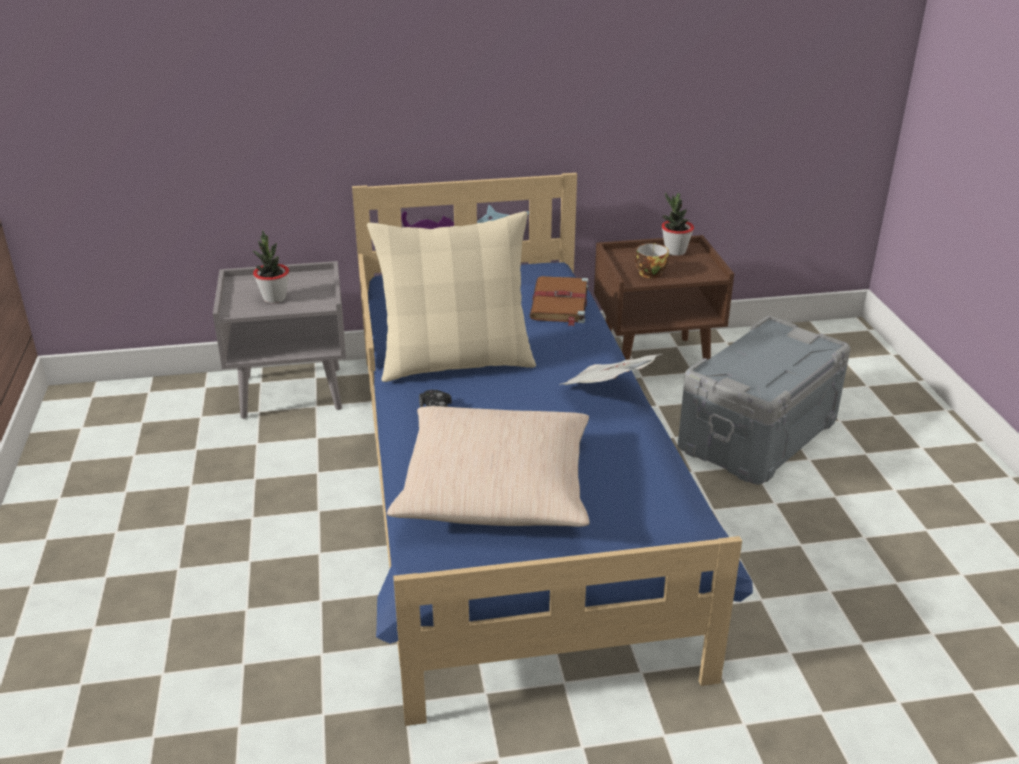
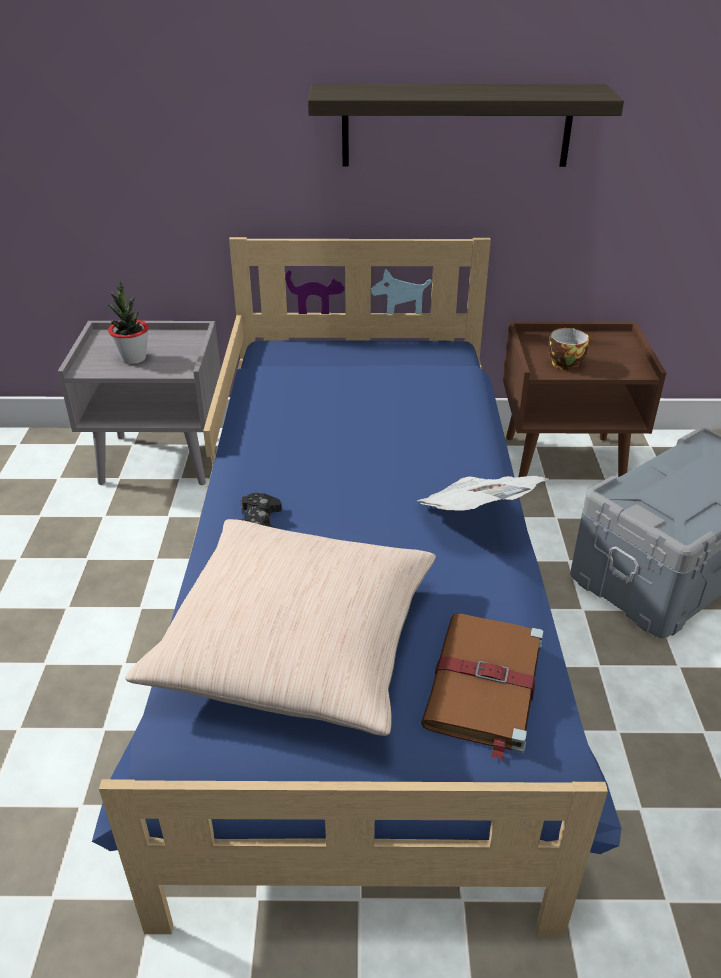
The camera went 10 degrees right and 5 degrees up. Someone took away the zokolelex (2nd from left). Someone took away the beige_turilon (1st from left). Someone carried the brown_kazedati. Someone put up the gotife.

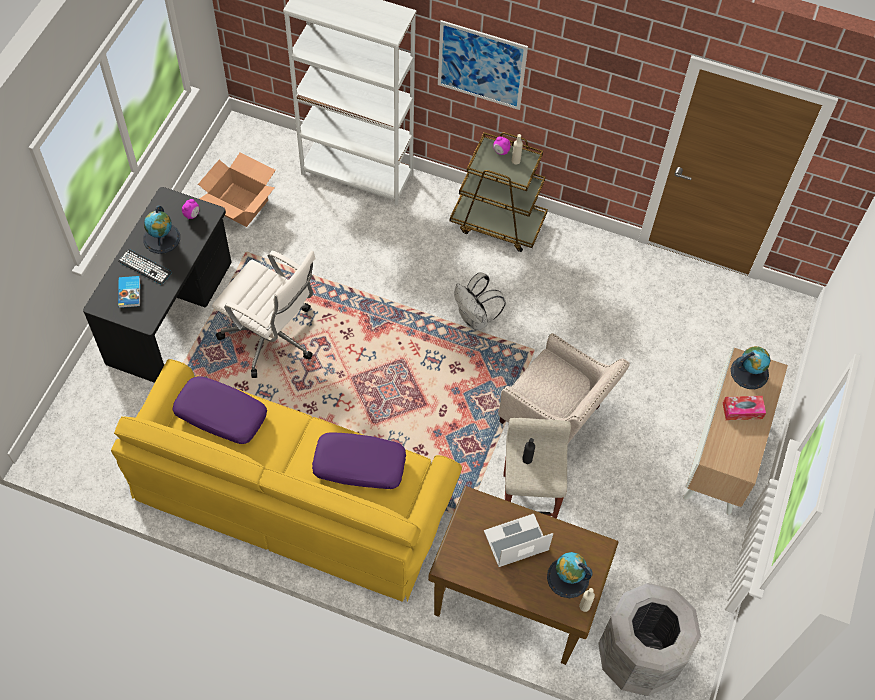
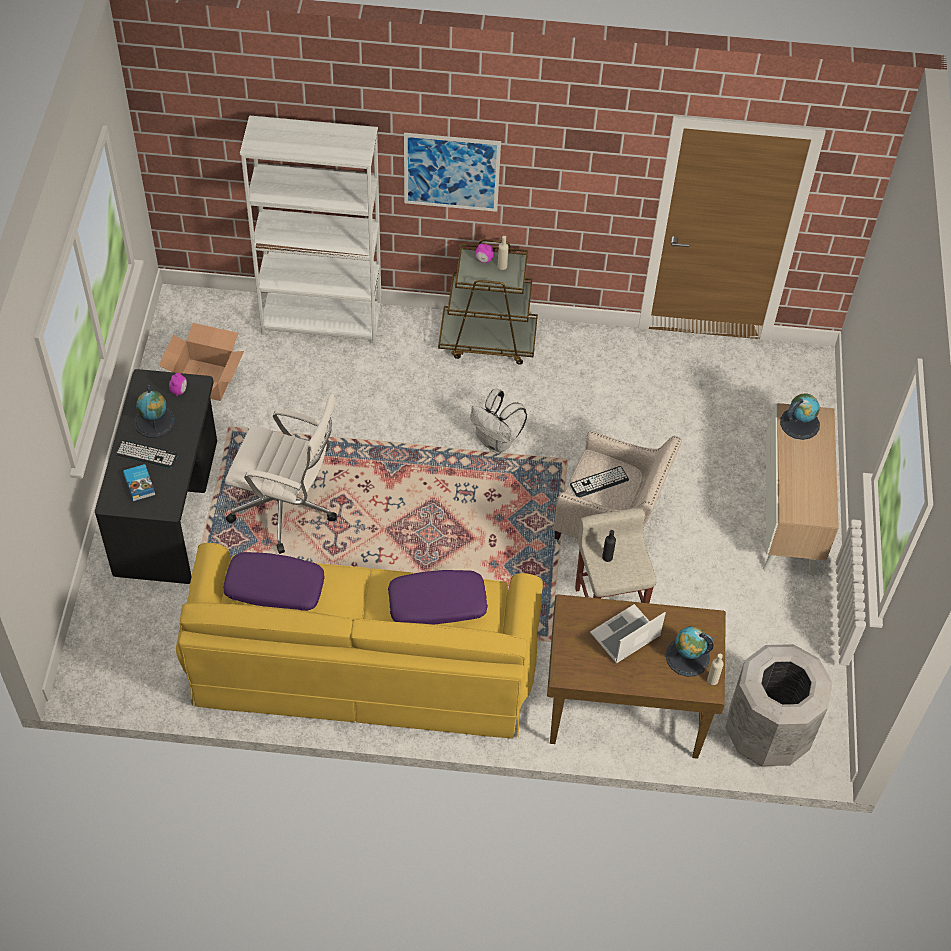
The camera went 15 degrees left and 5 degrees down. Someone took away the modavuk. Someone put down the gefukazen (2nd from left).

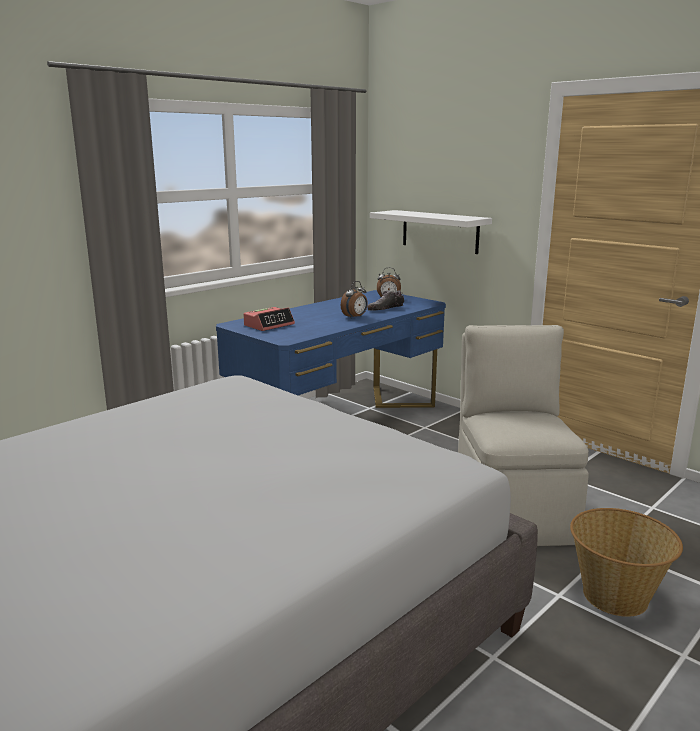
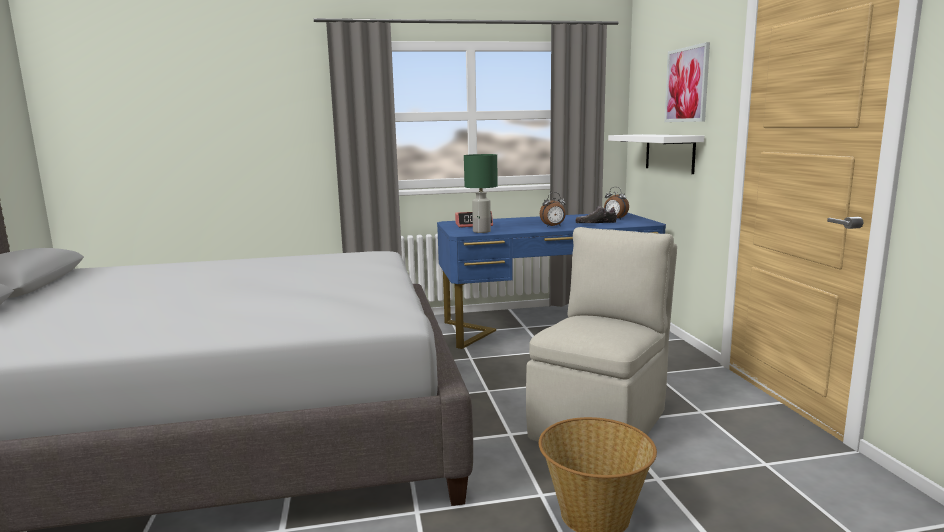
The camera went 35 degrees right and 5 degrees down. Someone put up the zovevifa. Someone put down the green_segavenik.

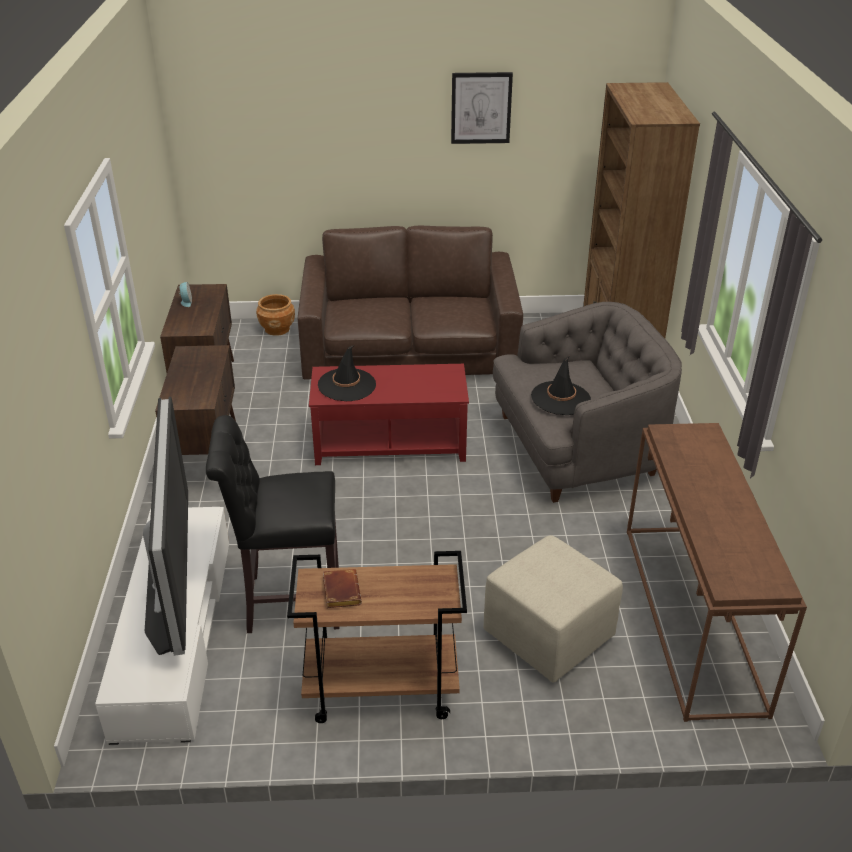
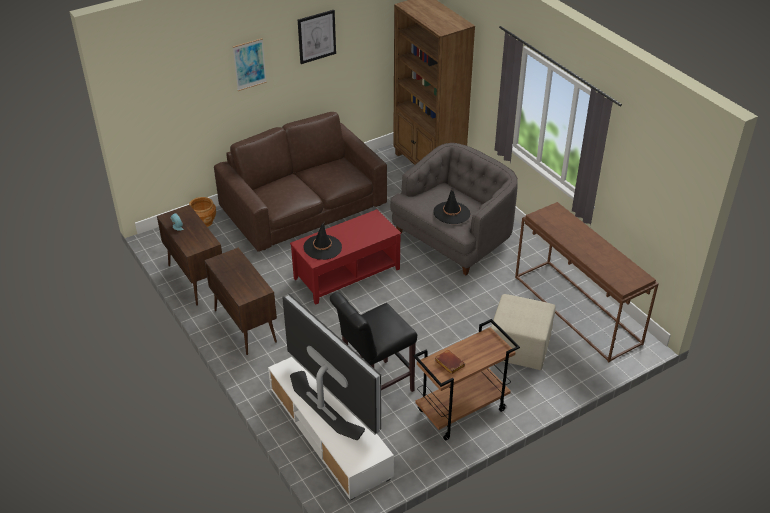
The camera went 30 degrees left and 5 degrees up. Someone put up the zovevifa (1st from left).

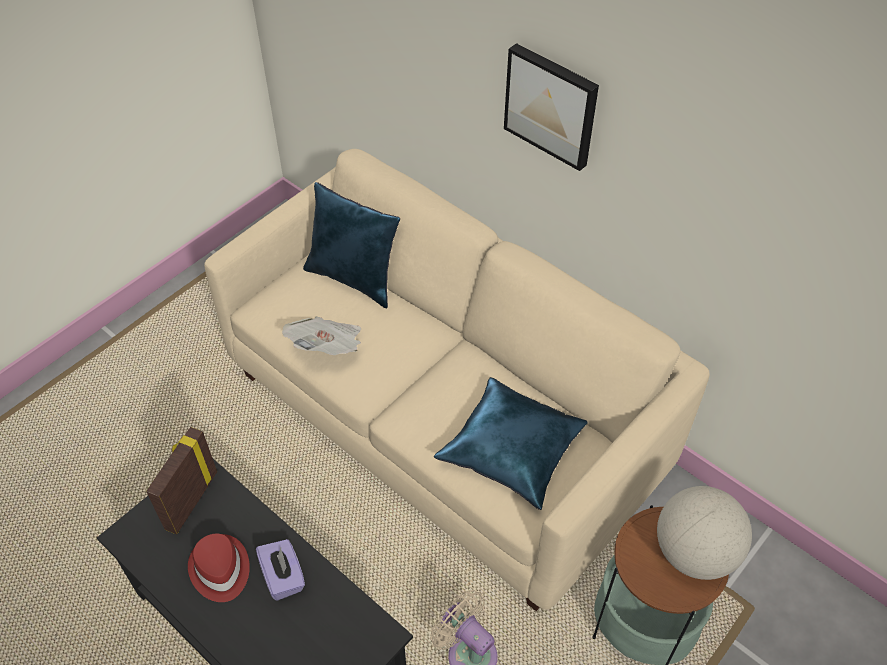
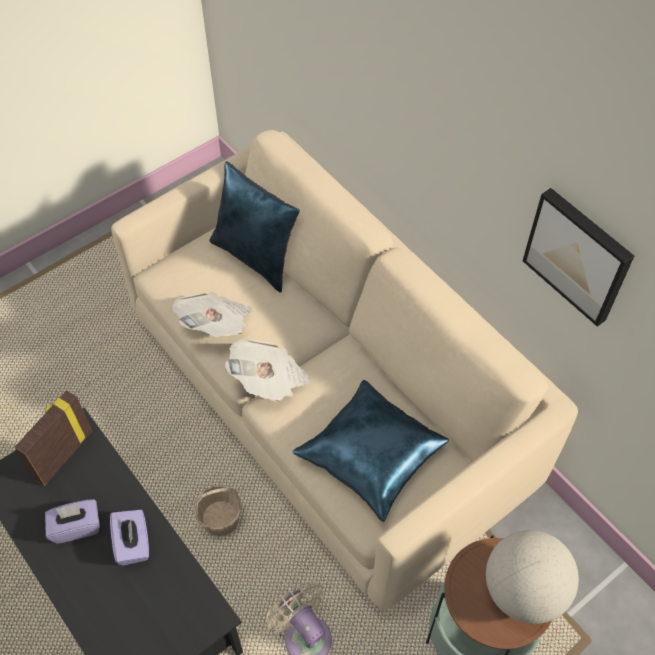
The camera went 10 degrees right and 5 degrees up. Someone carried the zovevifa. Someone swapped the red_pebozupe for the purple_modavuk (1st from left). Someone put down the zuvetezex (2nd from left). Someone put down the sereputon.

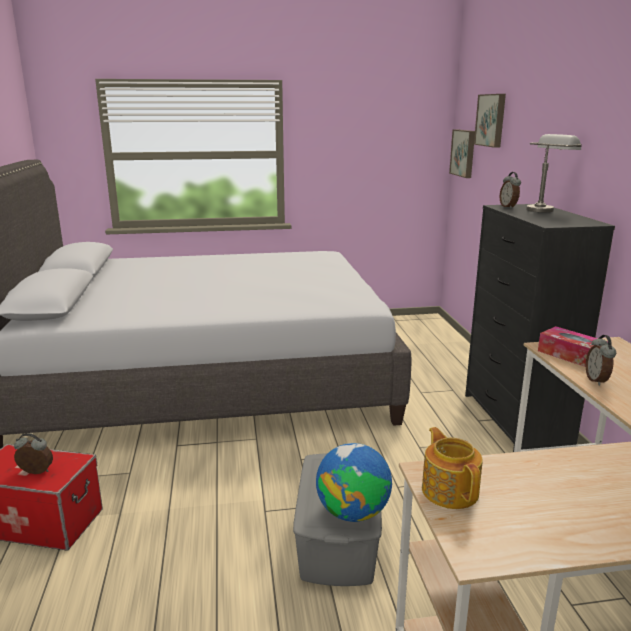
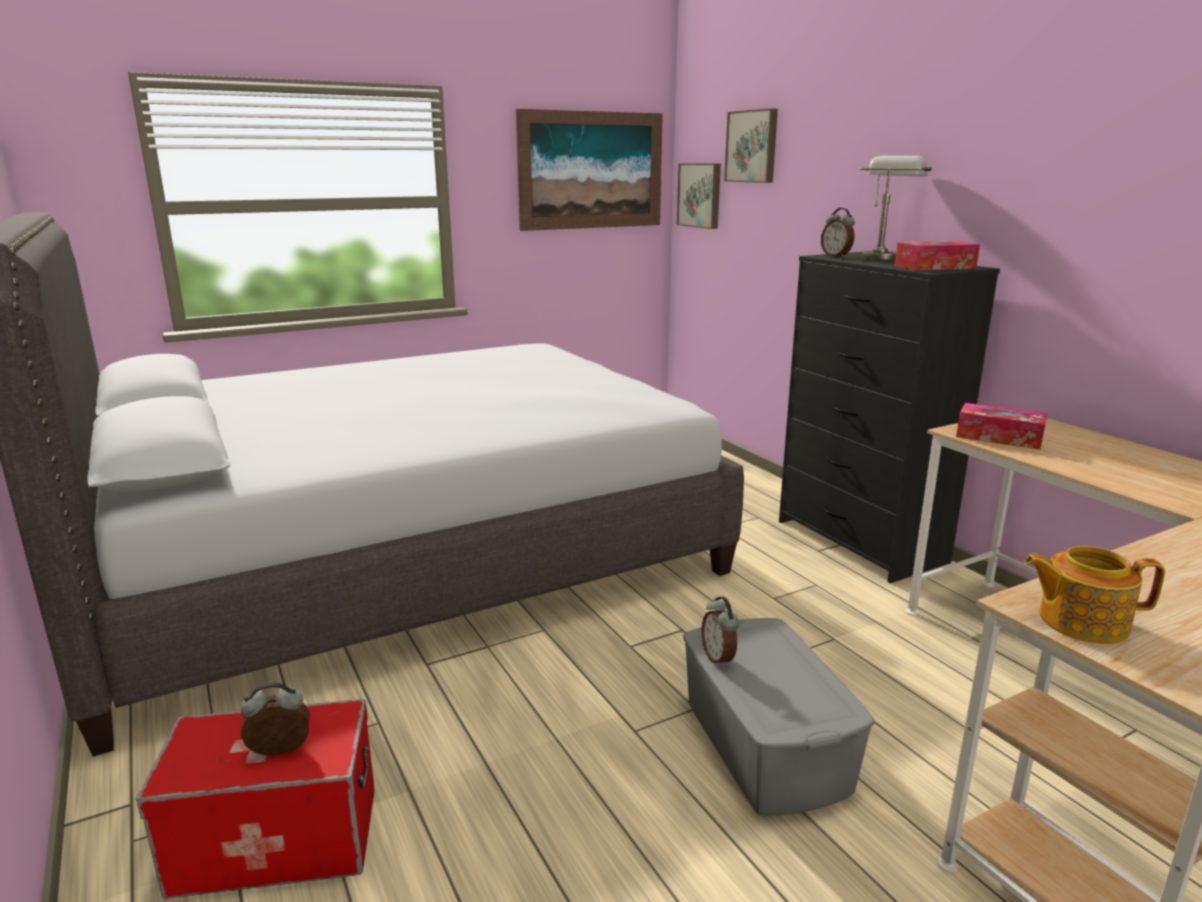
The camera went 20 degrees left and 0 degrees up. Someone carried the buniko (3rd from left in the first image). Someone rotated the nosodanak by 45 degrees counterclockwise. Someone took away the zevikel. Someone put up the zovevifa (1st from left). Someone put down the modavuk (1st from left).

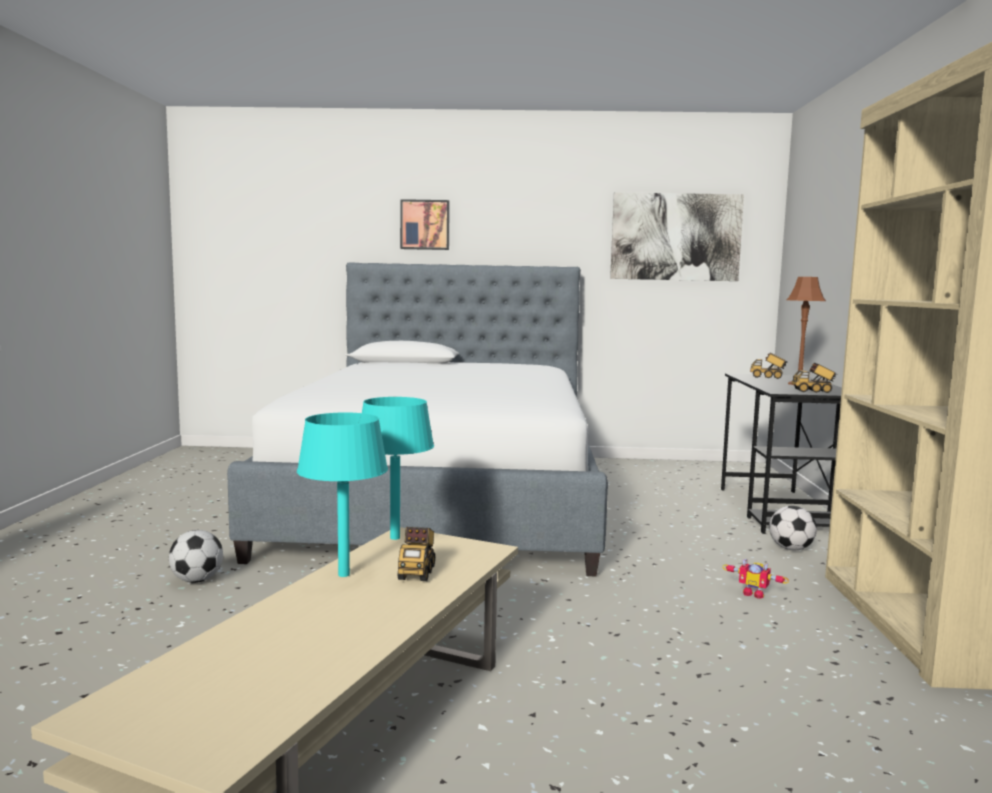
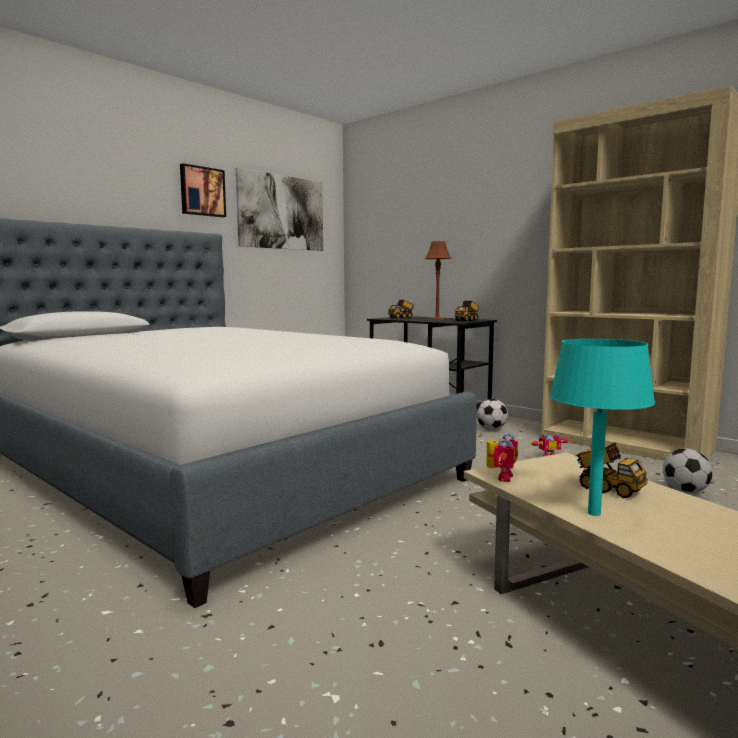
The camera went 50 degrees left and 0 degrees up. Someone carried the zovevifa (1st from left). Someone swapped the turquoise_segavenik (2nd from left) for the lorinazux (1st from left). Someone carried the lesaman (1st from left in the first image).

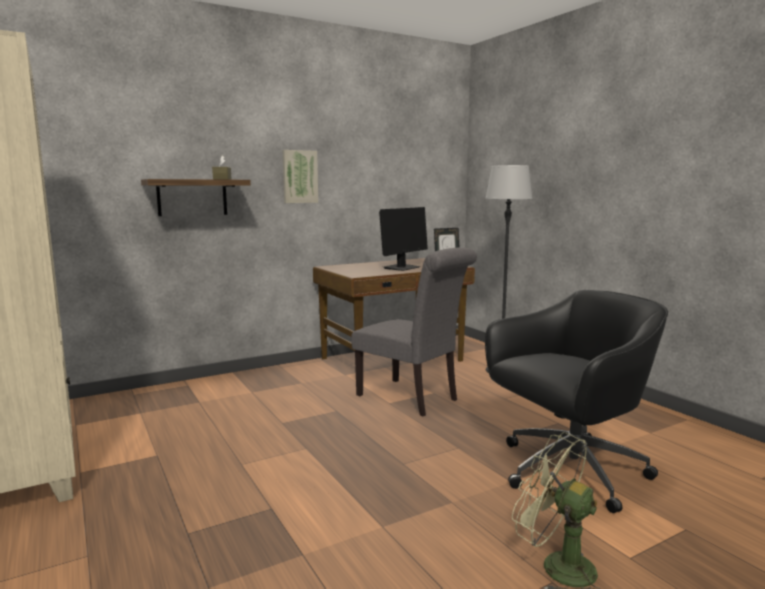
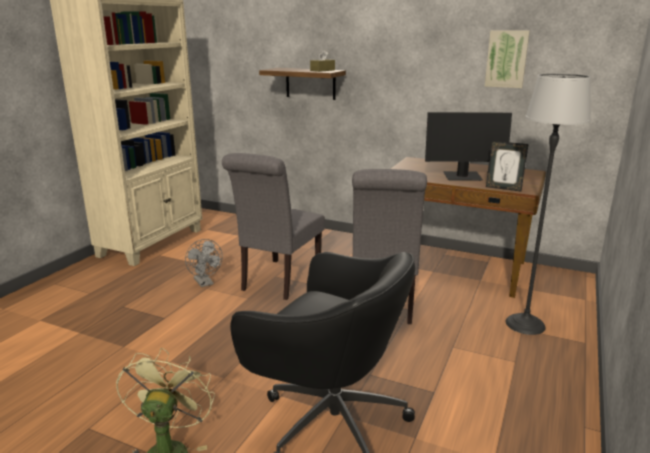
The camera went 55 degrees right and 10 degrees up. Someone carried the zovevifa. Someone put down the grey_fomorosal (1st from left). Someone put down the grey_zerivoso.

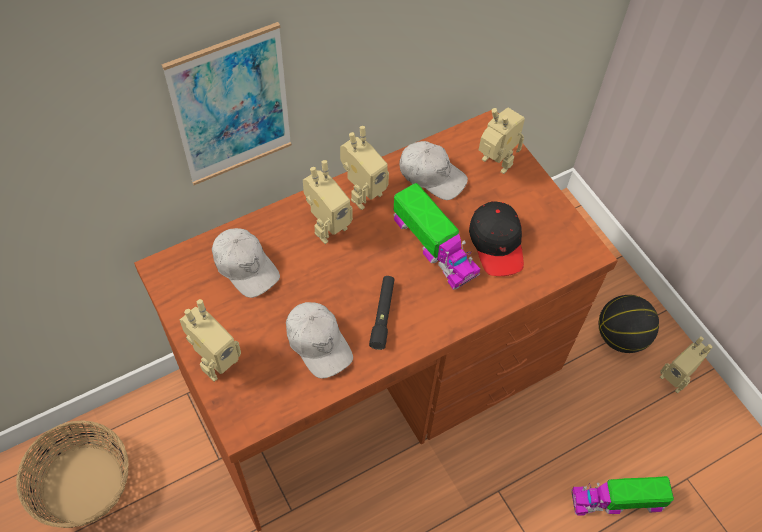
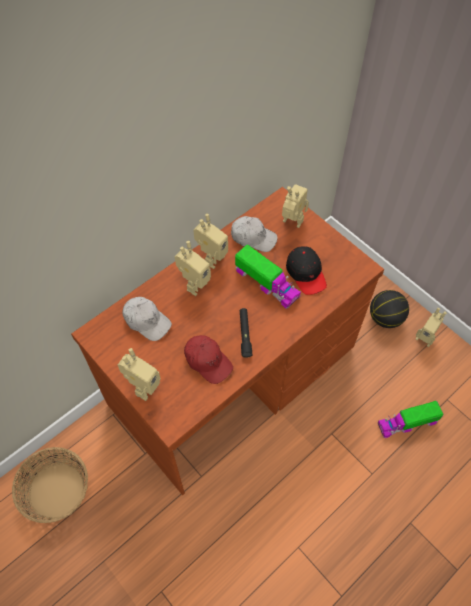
The camera went 10 degrees left and 0 degrees up. Someone took away the zovevifa. Someone repainted the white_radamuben (2nd from left), which became the red_radamuben.

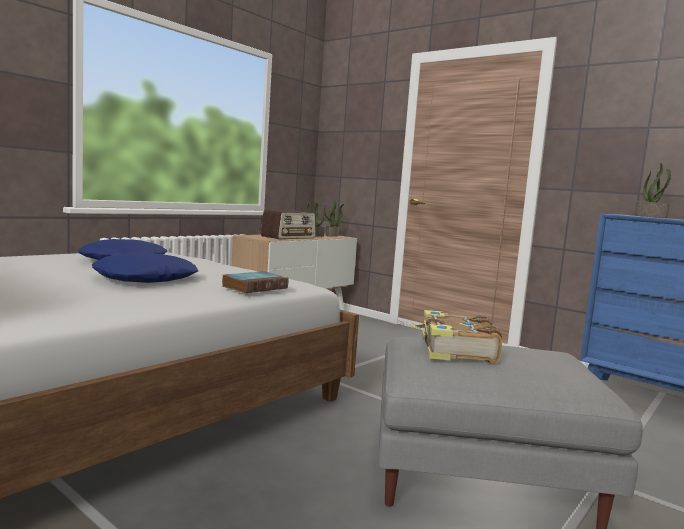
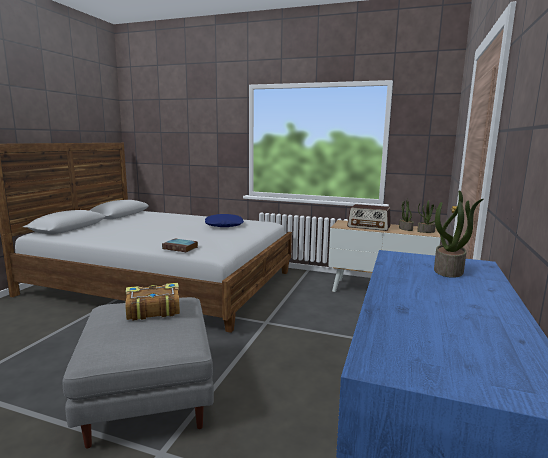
The camera went 70 degrees right and 5 degrees up. Someone took away the blue_turilon (2nd from left).

